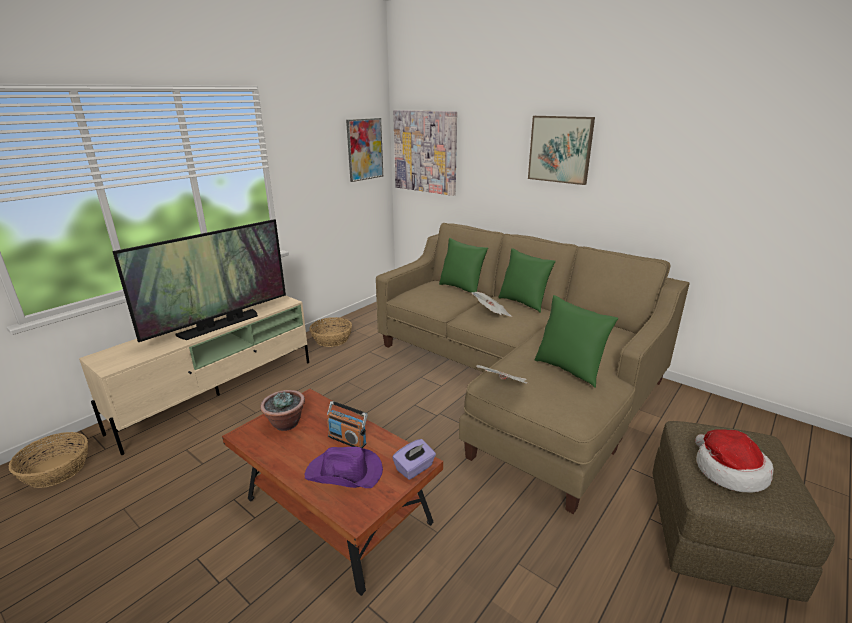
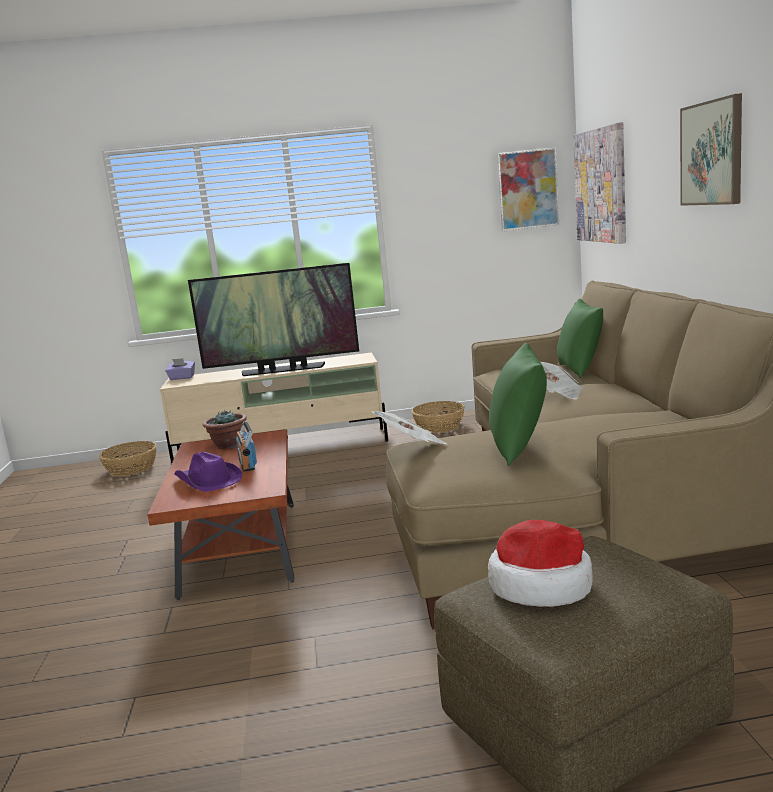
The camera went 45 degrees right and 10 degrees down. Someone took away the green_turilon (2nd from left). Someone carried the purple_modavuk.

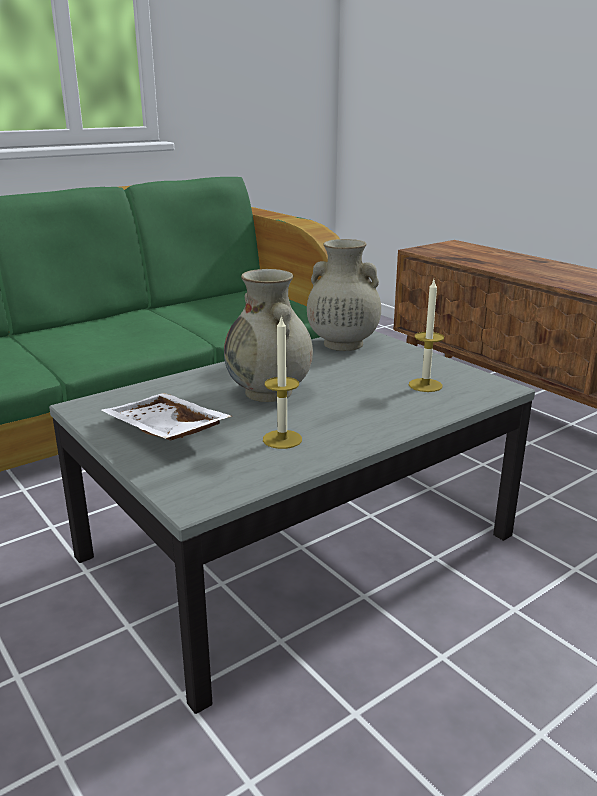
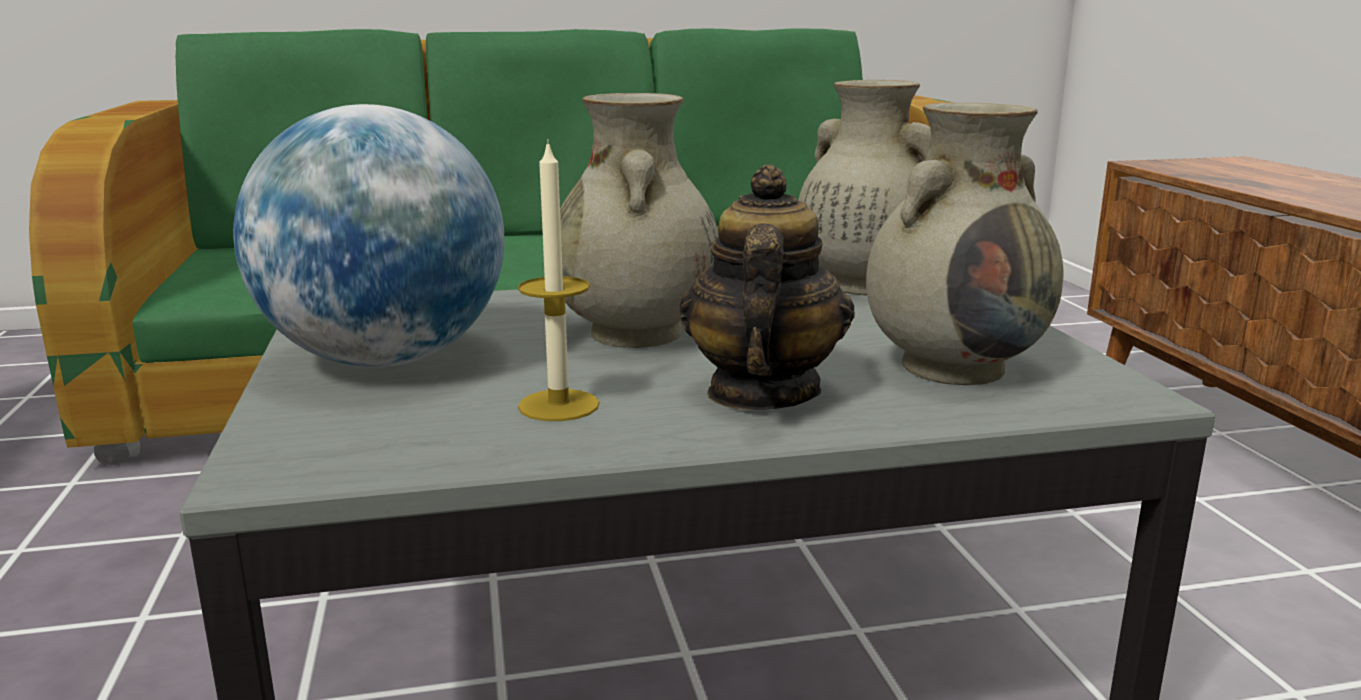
The camera went 25 degrees right and 5 degrees down. Someone swapped the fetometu (2nd from left) for the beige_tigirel (3rd from left). Someone swapped the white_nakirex for the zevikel. Someone put down the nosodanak.

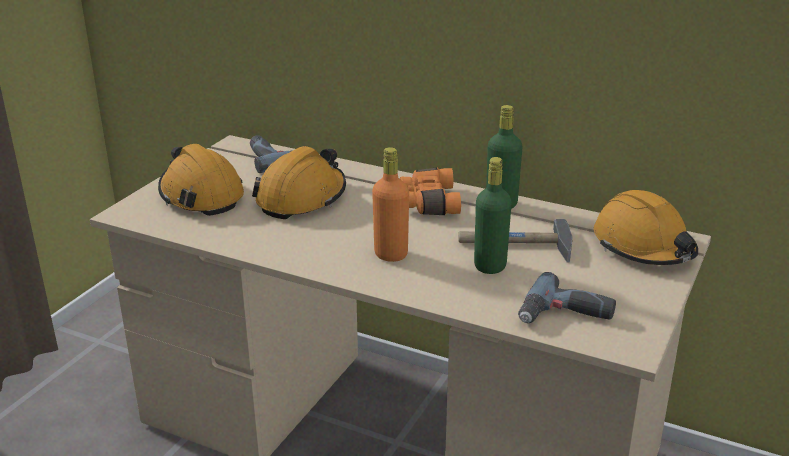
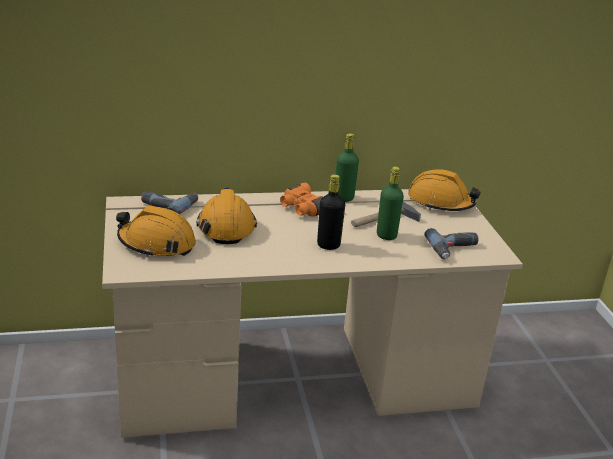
The camera went 40 degrees left and 0 degrees up. Someone repainted the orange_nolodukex, which became the black_nolodukex.

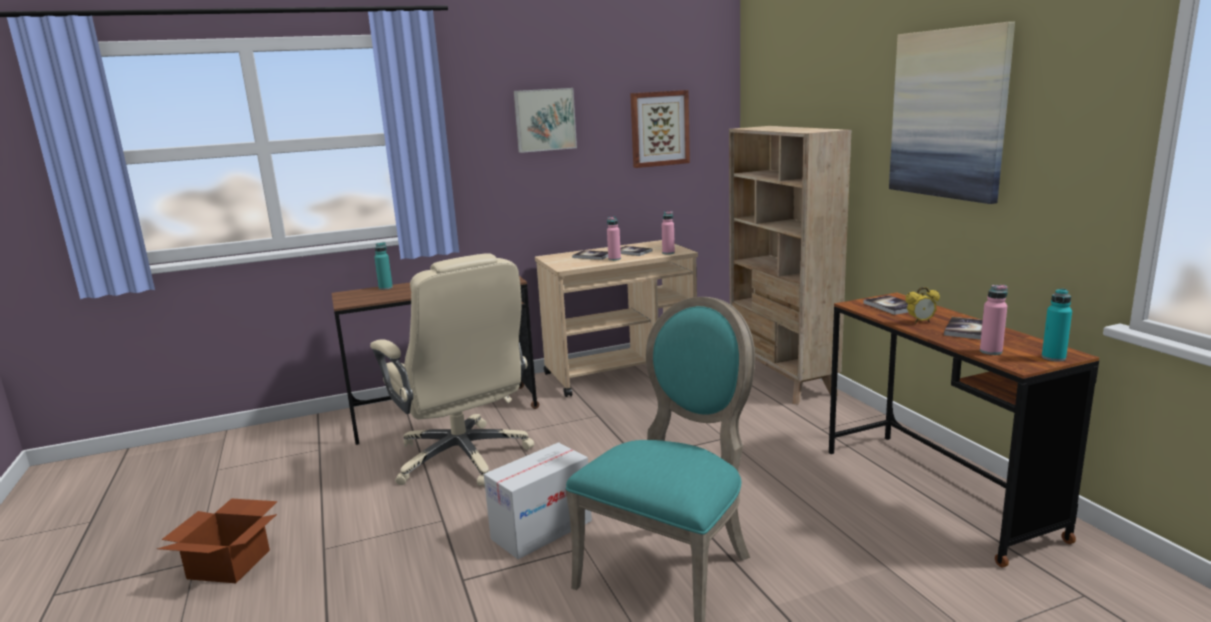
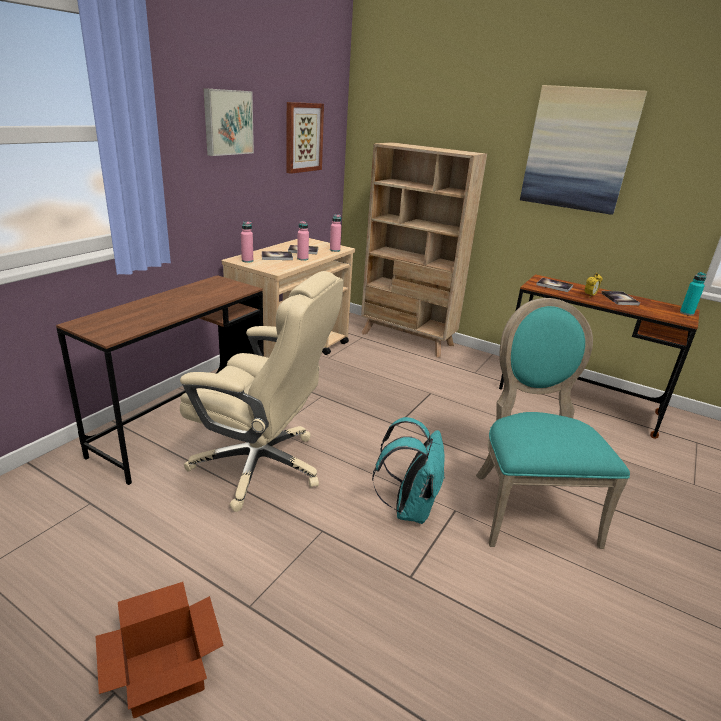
The camera went 40 degrees left and 10 degrees up. Someone took away the turquoise_nolodukex (1st from left). Someone carried the pink_nolodukex (3rd from left in the first image). Someone swapped the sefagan (2nd from left) for the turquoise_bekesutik.

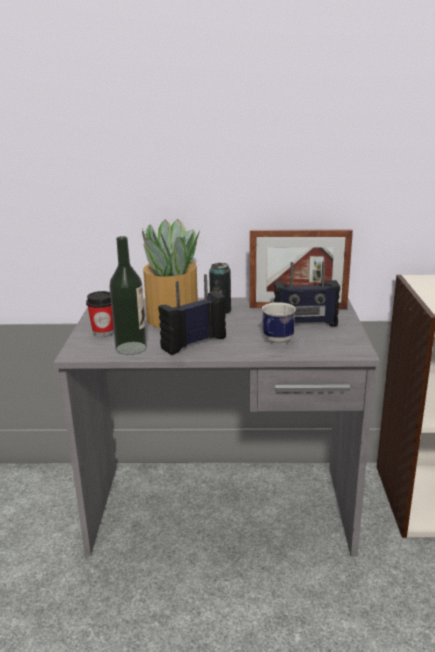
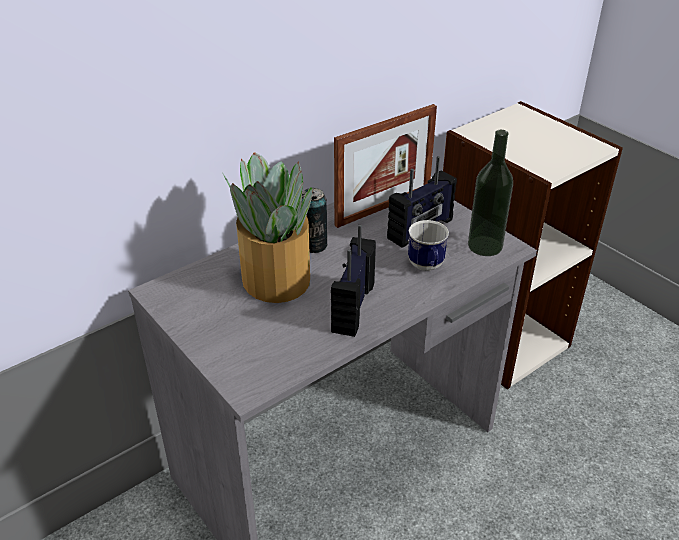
The camera went 40 degrees left and 15 degrees up. Someone carried the nolodukex. Someone took away the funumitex.

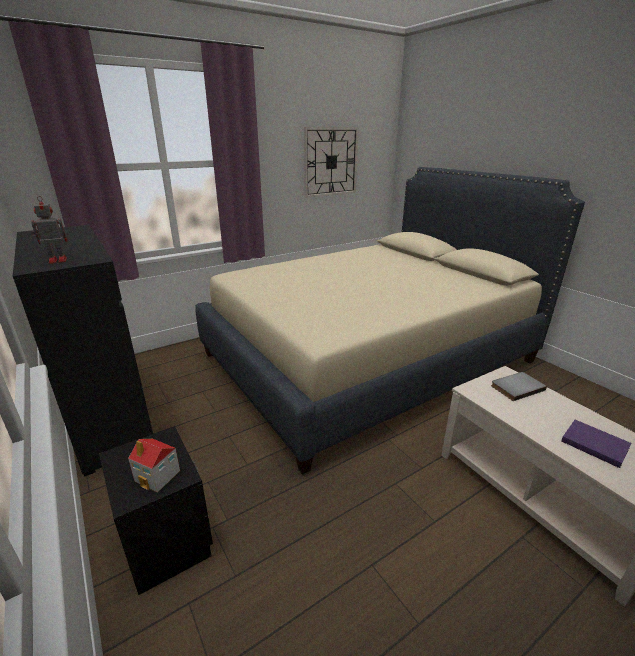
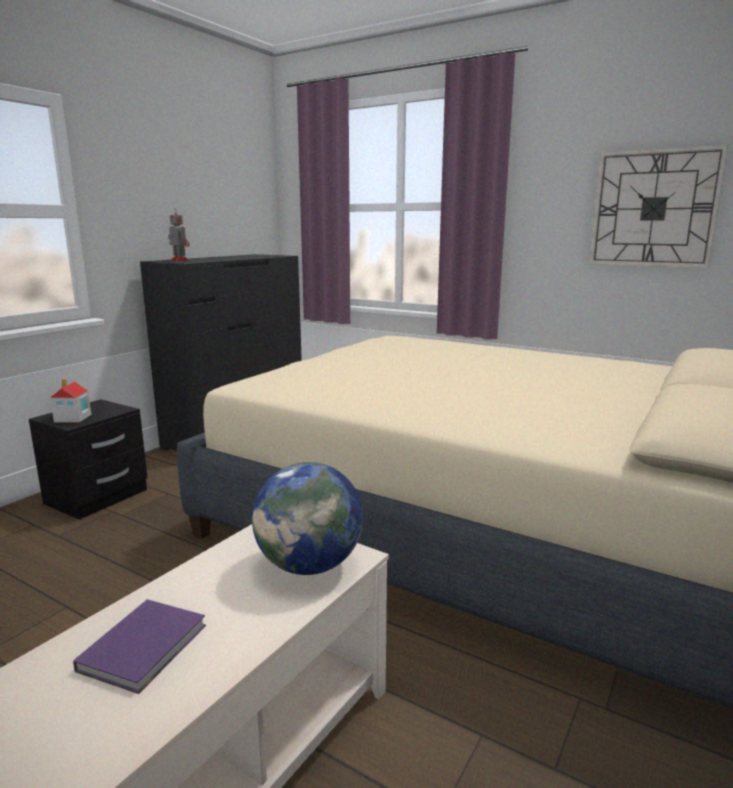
The camera went 65 degrees right and 10 degrees down. Someone swapped the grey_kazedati for the zevikel.

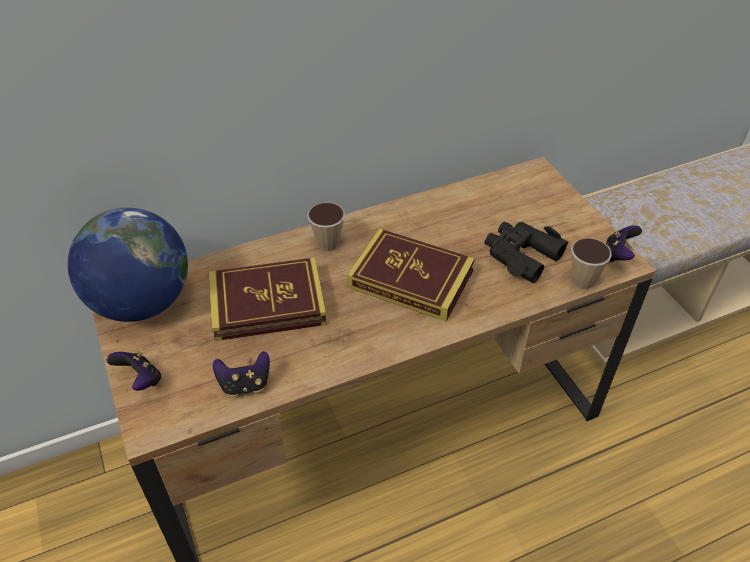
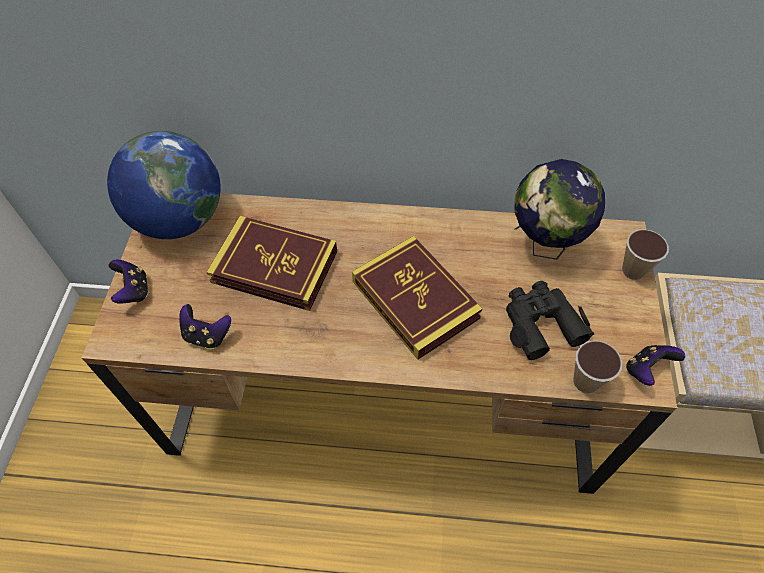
The camera went 30 degrees right and 10 degrees up. Someone carried the funumitex (1st from left in the first image). Someone put down the zevikel (2nd from left).

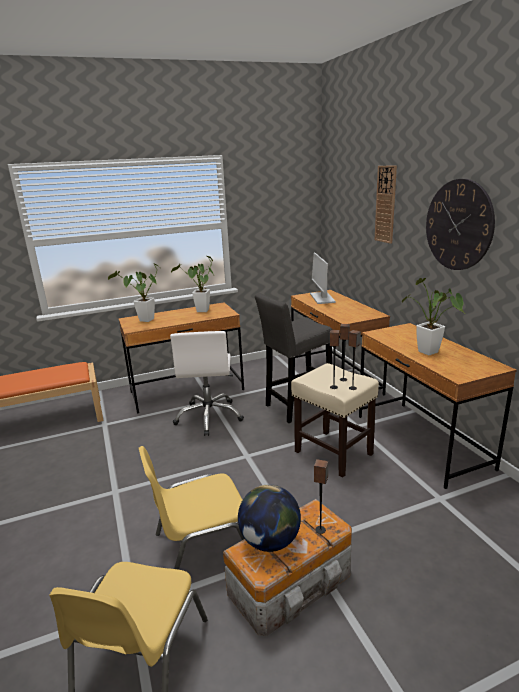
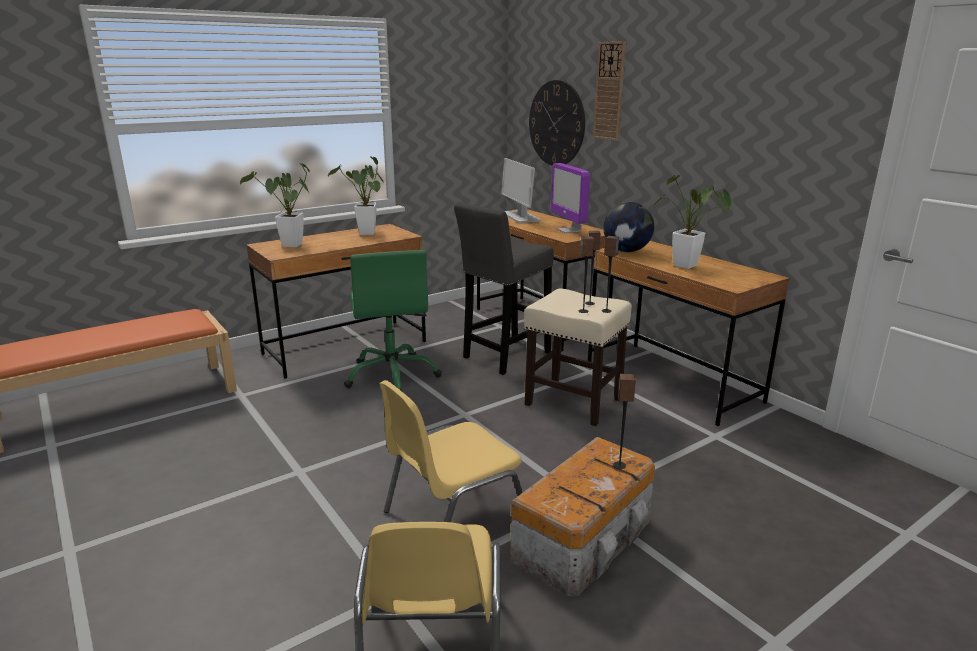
The camera went 15 degrees left and 0 degrees up. Someone carried the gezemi (2nd from left in the first image). Someone repainted the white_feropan, which became the green_feropan. Someone carried the zevikel. Someone put down the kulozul (2nd from left).

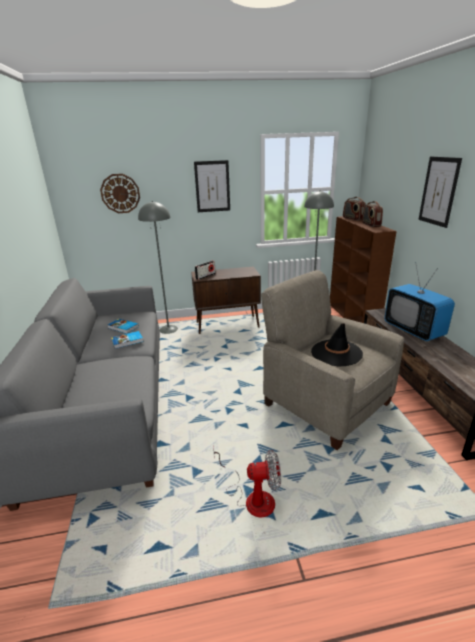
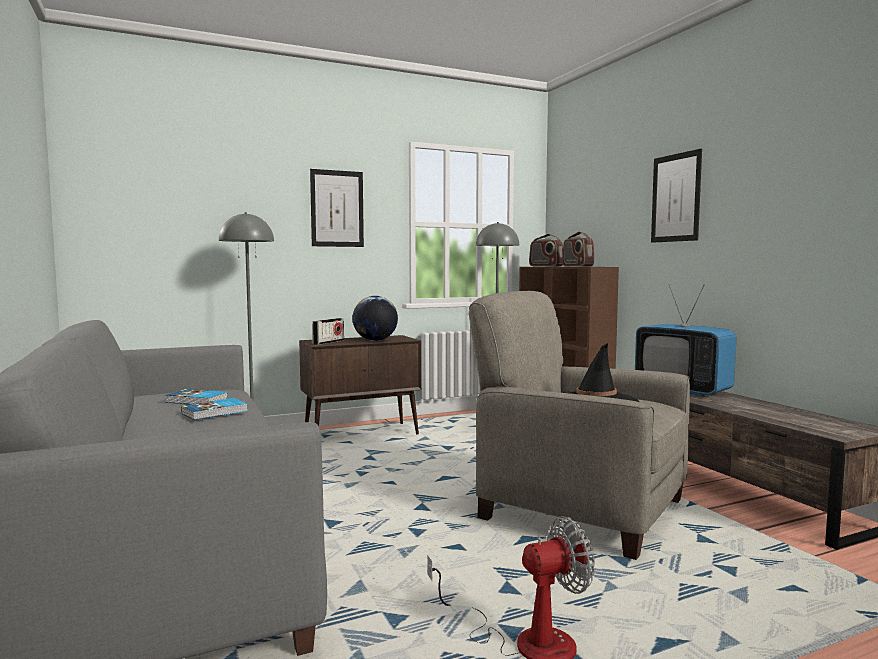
The camera went 15 degrees left and 20 degrees down. Someone took away the gezemi. Someone put down the zevikel.

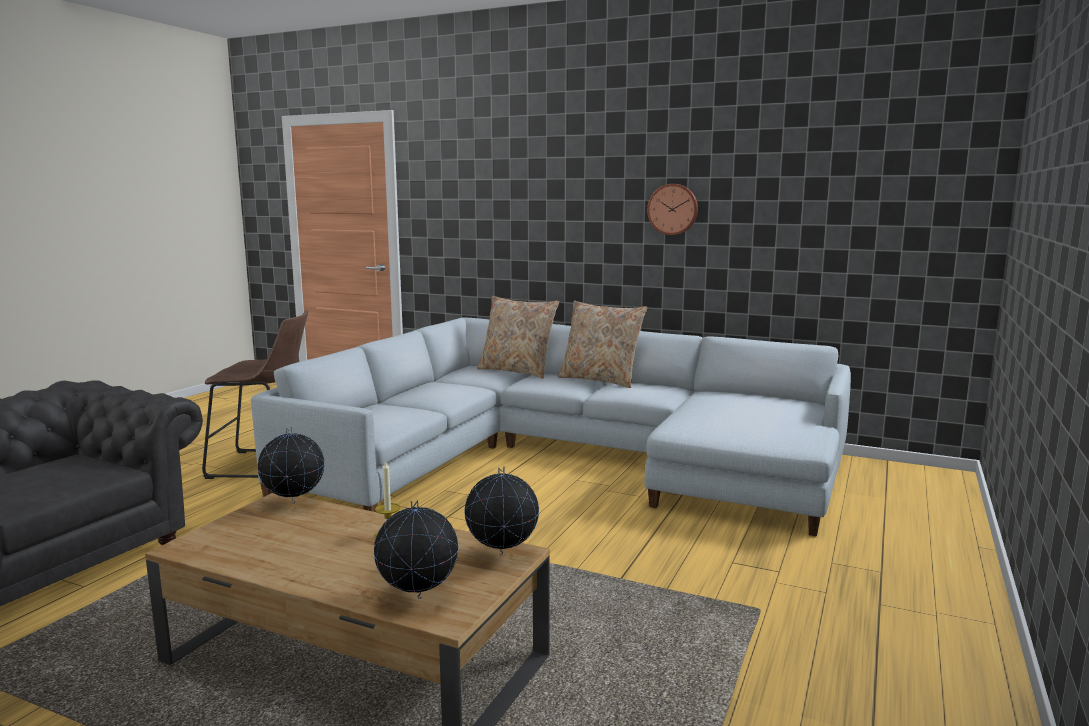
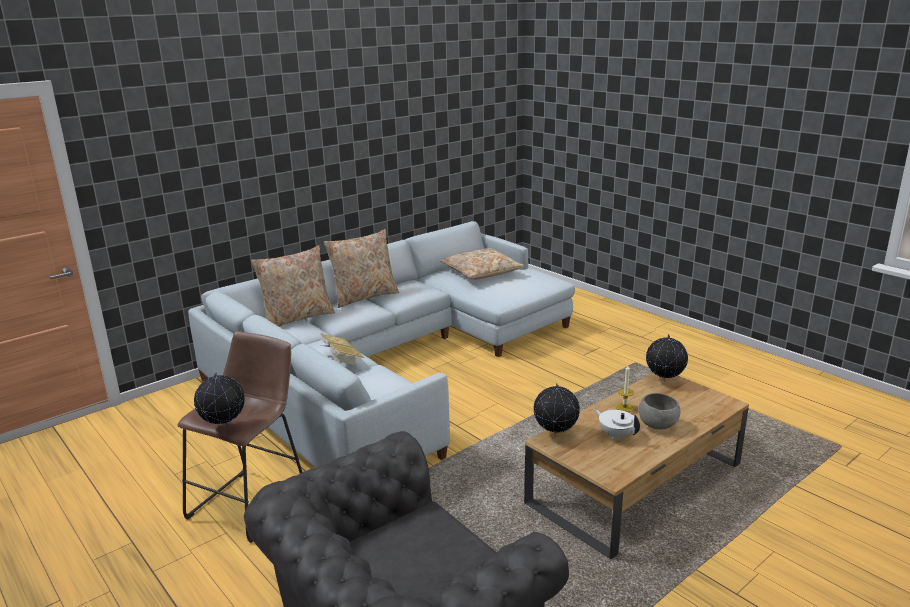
The camera went 65 degrees left and 10 degrees up. Someone took away the gezemi. Someone carried the zevikel (2nd from left in the first image). Someone put down the beige_turilon (3rd from left). Someone put down the kazedati. Someone put down the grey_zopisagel. Someone put down the white_nosodanak.

